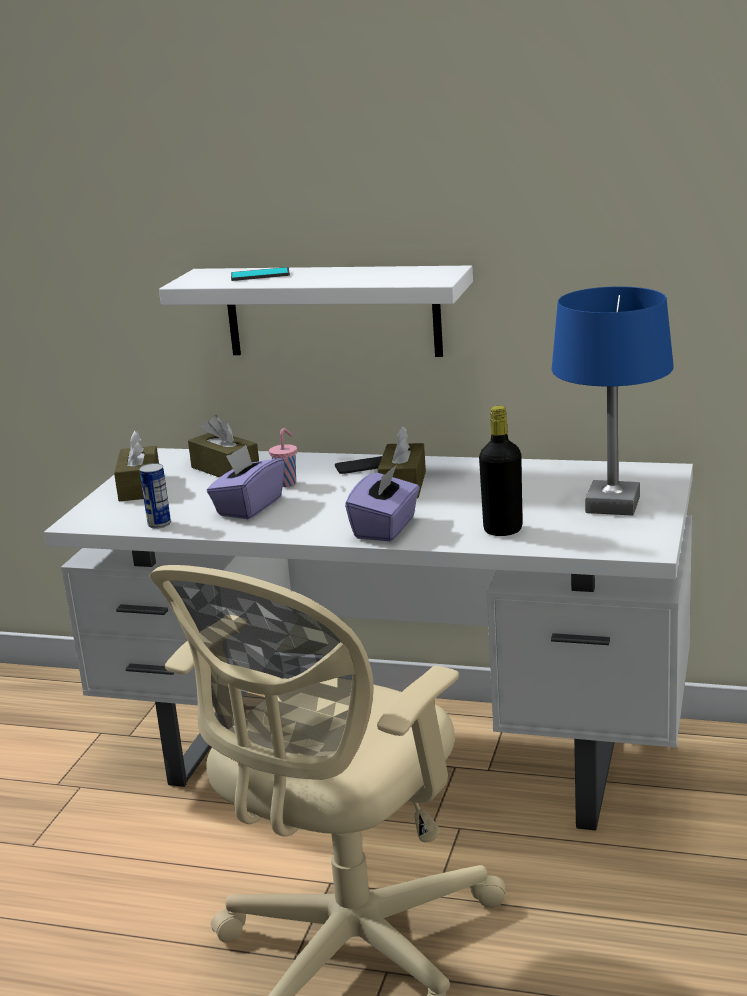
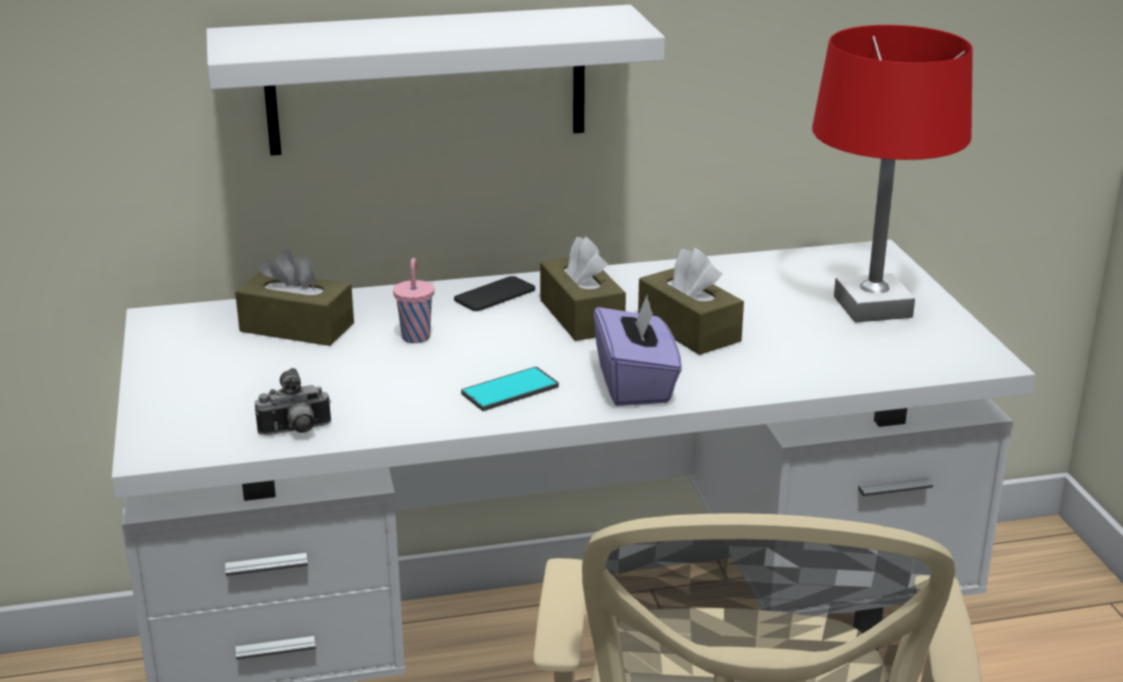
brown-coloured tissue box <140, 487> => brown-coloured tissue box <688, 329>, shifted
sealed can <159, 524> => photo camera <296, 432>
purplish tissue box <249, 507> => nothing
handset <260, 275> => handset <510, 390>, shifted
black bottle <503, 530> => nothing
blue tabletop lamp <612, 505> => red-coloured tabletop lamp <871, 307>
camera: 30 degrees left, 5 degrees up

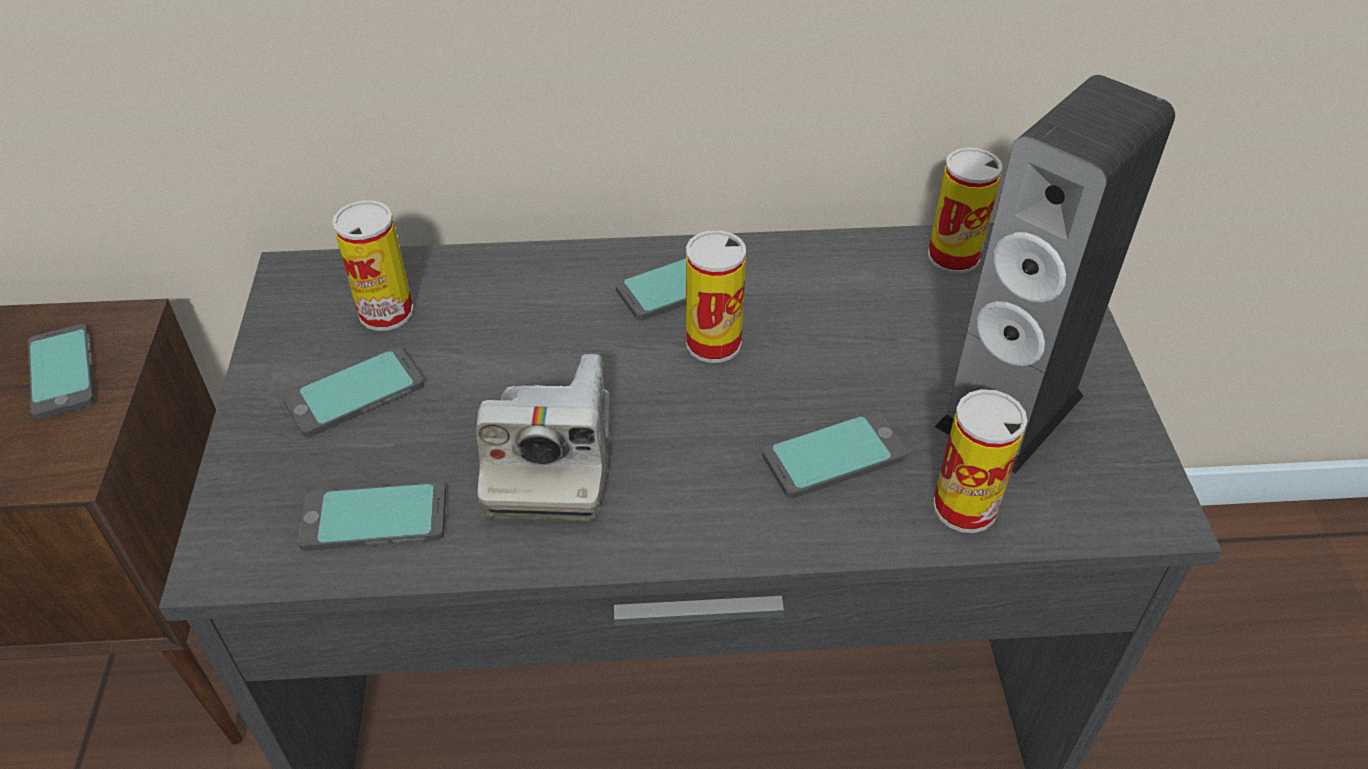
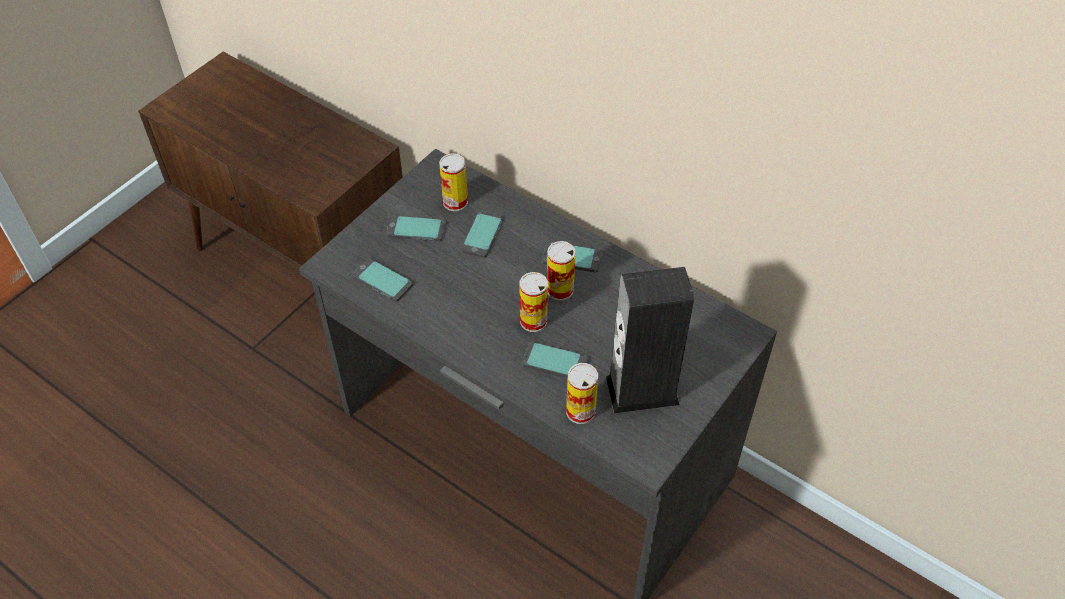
handset <63, 372> => handset <482, 235>, shifted
photo camera <550, 461> => nothing
sealed can <953, 256> => sealed can <533, 321>, shifted
camera: 40 degrees right, 5 degrees up

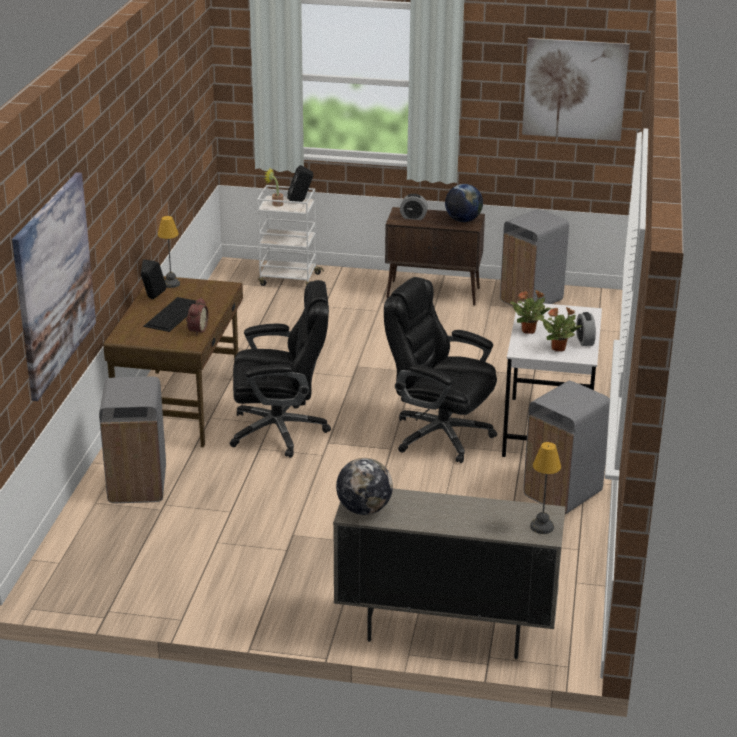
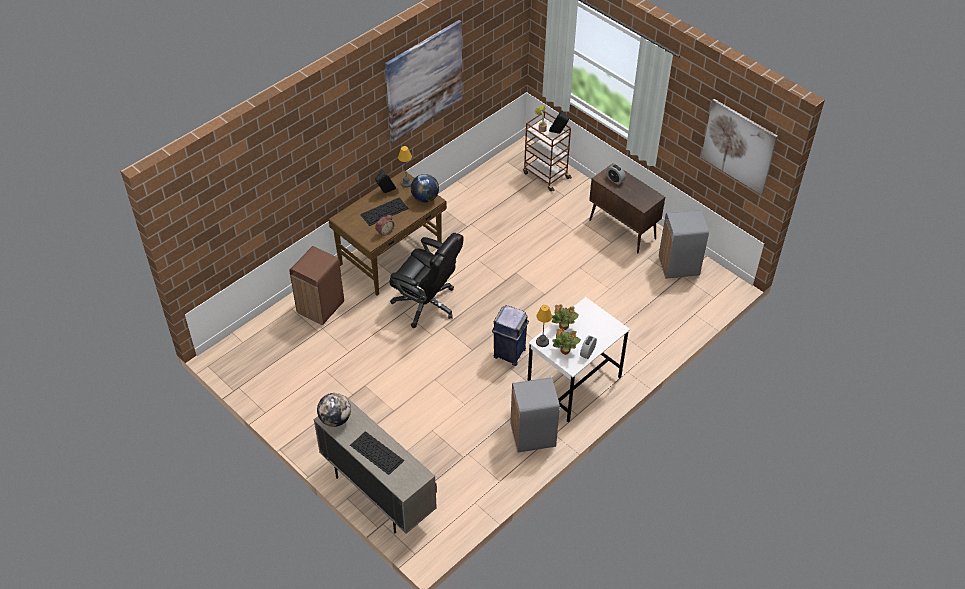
wall picture <54, 284> => wall picture <424, 81>, shifted
greyish waste bin <138, 486> => brown-coloured waste bin <321, 307>
whitish cart <289, 279> => brown-coloured cart <545, 175>
black computer chair <439, 435> => blue waste bin <509, 353>
globe <463, 220> => globe <425, 198>, shifted
tabletop lamp <541, 527> => tabletop lamp <542, 342>, shifted
nothing => computer keyboard <376, 452>
camera: 35 degrees right, 20 degrees up

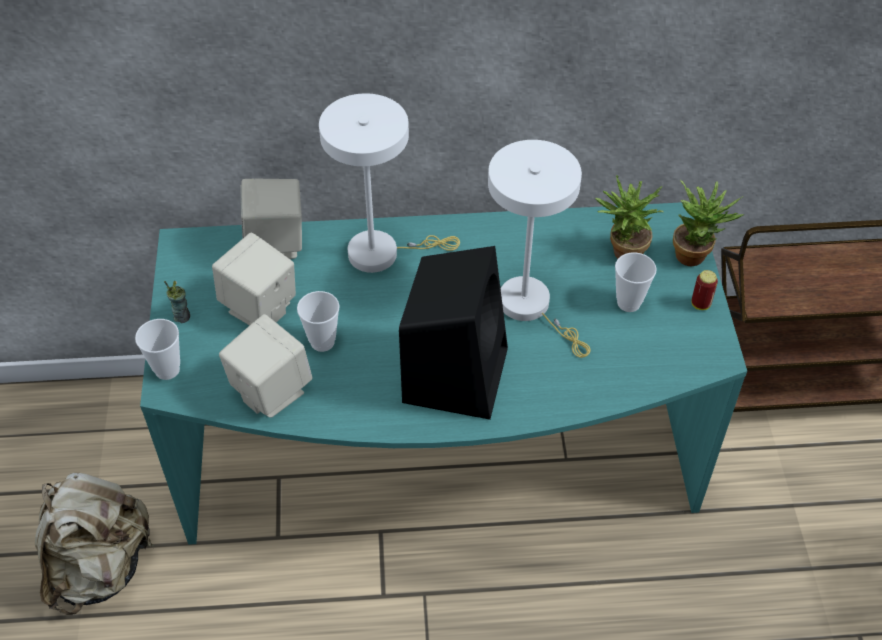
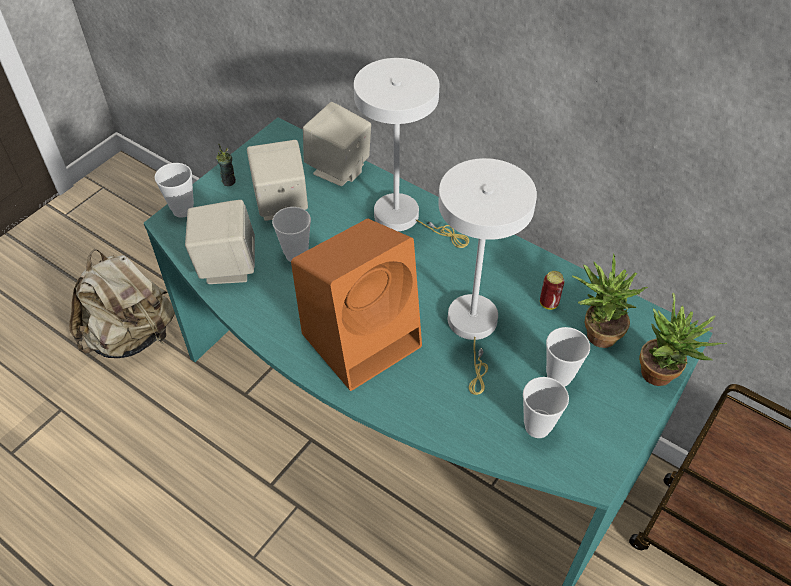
black loudspeaker <455, 372> => orange loudspeaker <363, 338>
sealed can <700, 304> => sealed can <548, 303>, shifted
nothing => cup <537, 427>
camera: 40 degrees right, 0 degrees up

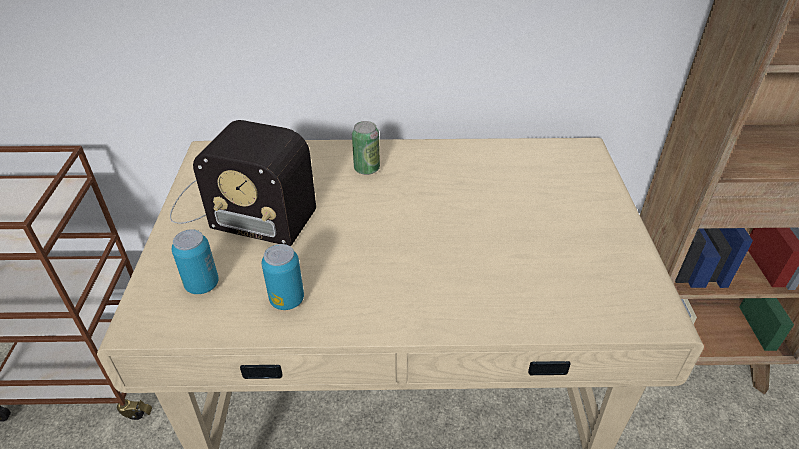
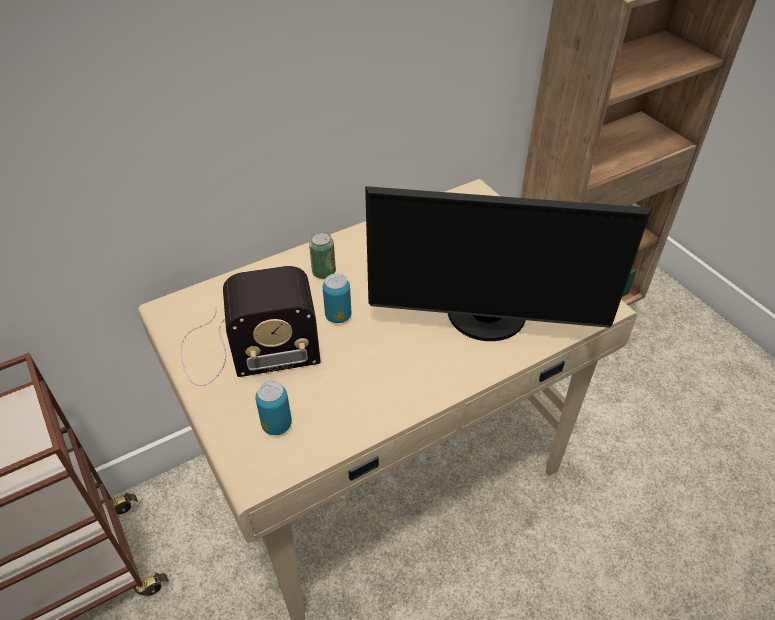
sealed can <287, 300> => sealed can <338, 316>, shifted
nothing => computer screen <486, 318>
camera: 30 degrees left, 5 degrees up

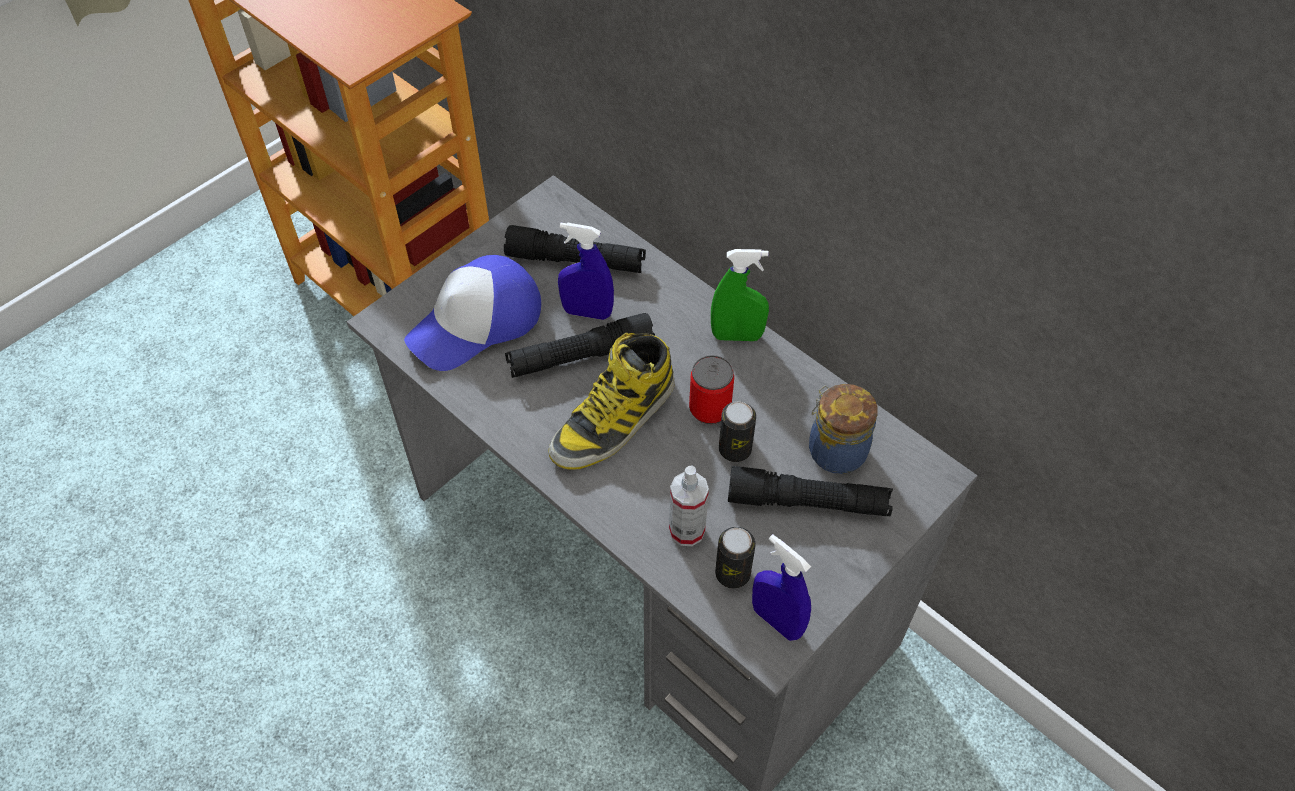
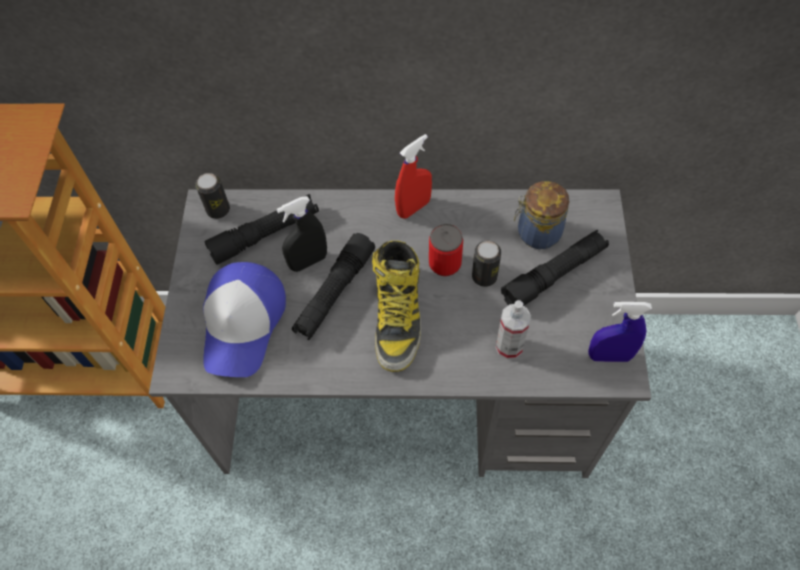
blue spray bottle <587, 312> => black spray bottle <308, 261>
green spray bottle <737, 336> => red-coloured spray bottle <413, 208>
sealed can <732, 573> => sealed can <218, 210>, shifted
camera: 40 degrees left, 5 degrees up

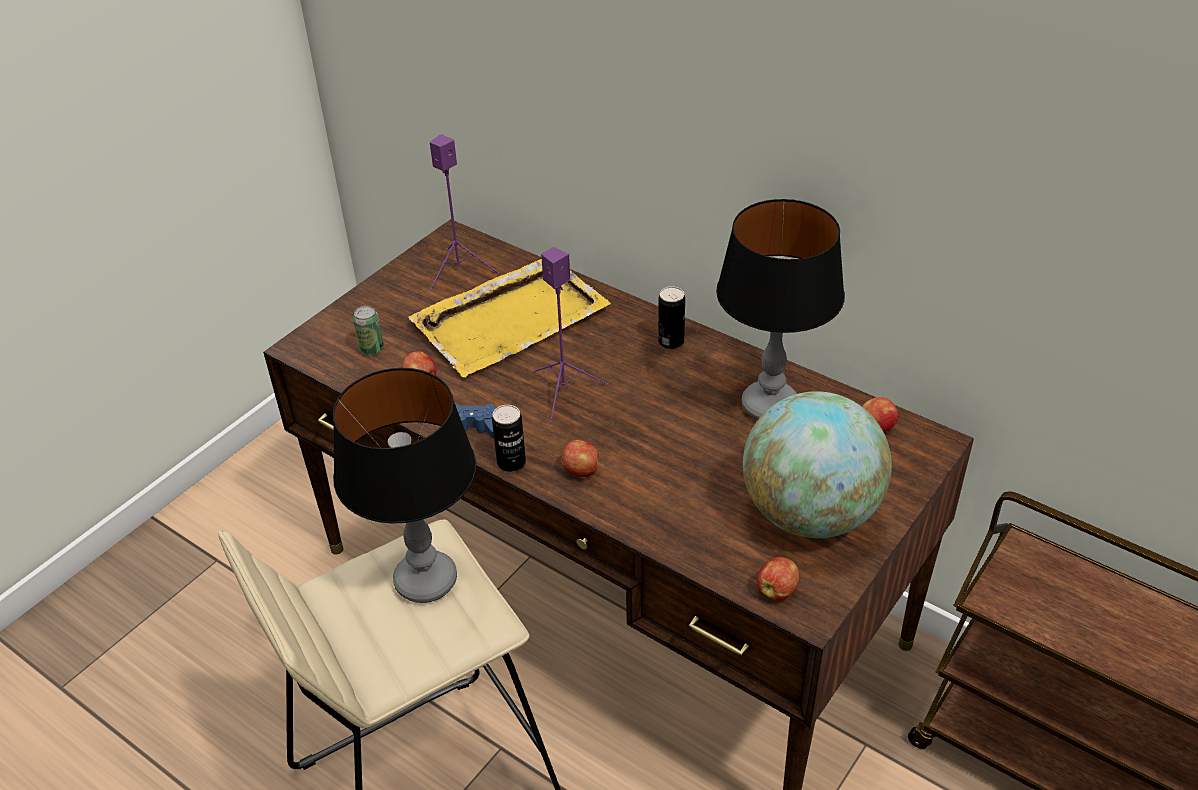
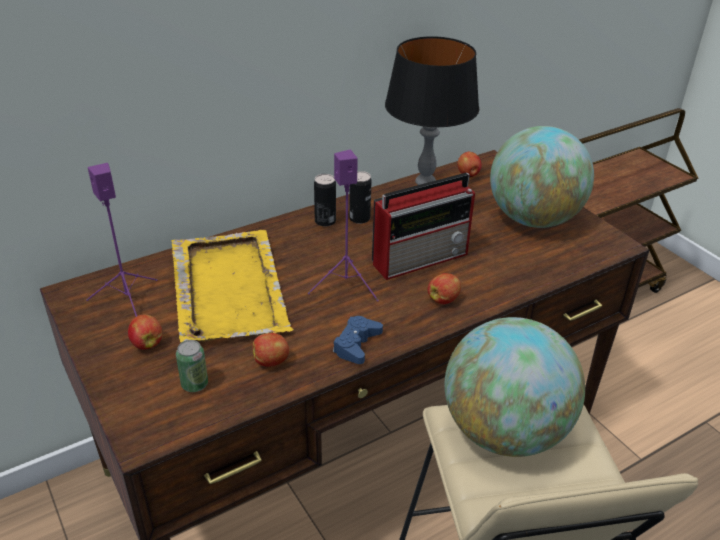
tabletop lamp <425, 581> => globe <504, 432>
sealed can <511, 462> => sealed can <359, 218>, shifted
whole apple <777, 590> => whole apple <147, 343>, shifted
nothing => radio <421, 258>
camera: 70 degrees left, 5 degrees down

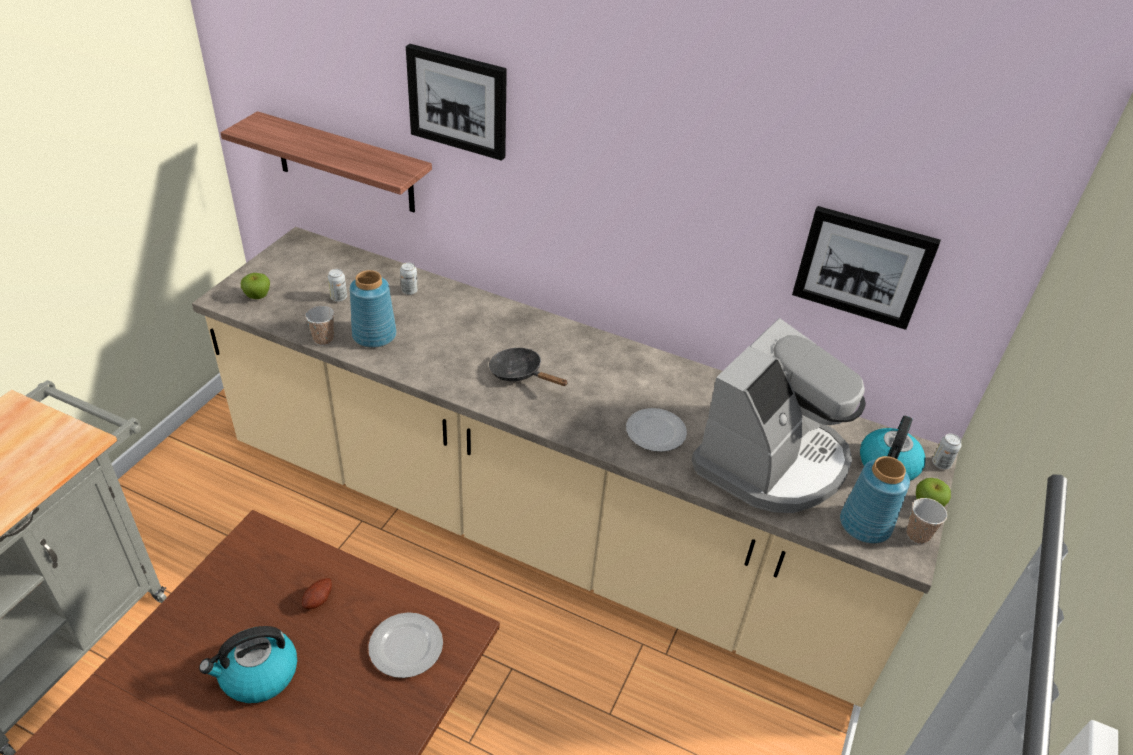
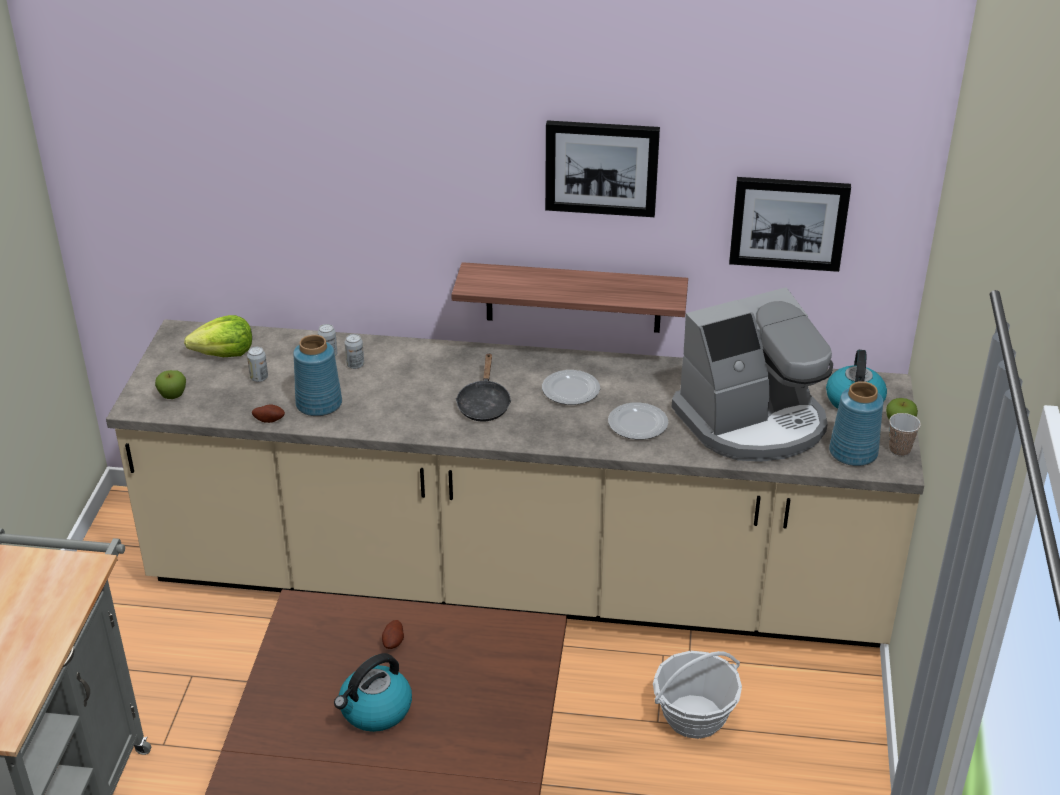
bracket shelf <344, 163> => bracket shelf <573, 297>, shifted
cup <323, 339> => potato <269, 420>
plate <407, 647> => plate <571, 390>, shifted
wall picture <458, 101> => wall picture <601, 167>, shifted
black frying pan <520, 373> => black frying pan <484, 404>, 105 degrees counterclockwise
coffee brewer <772, 461> => coffee brewer <753, 422>, 45 degrees clockwise
sealed can <941, 464> => sealed can <355, 365>, shifted
nothing => lettuce head <224, 353>
nothing => basket <694, 716>
camera: 15 degrees left, 5 degrees down

